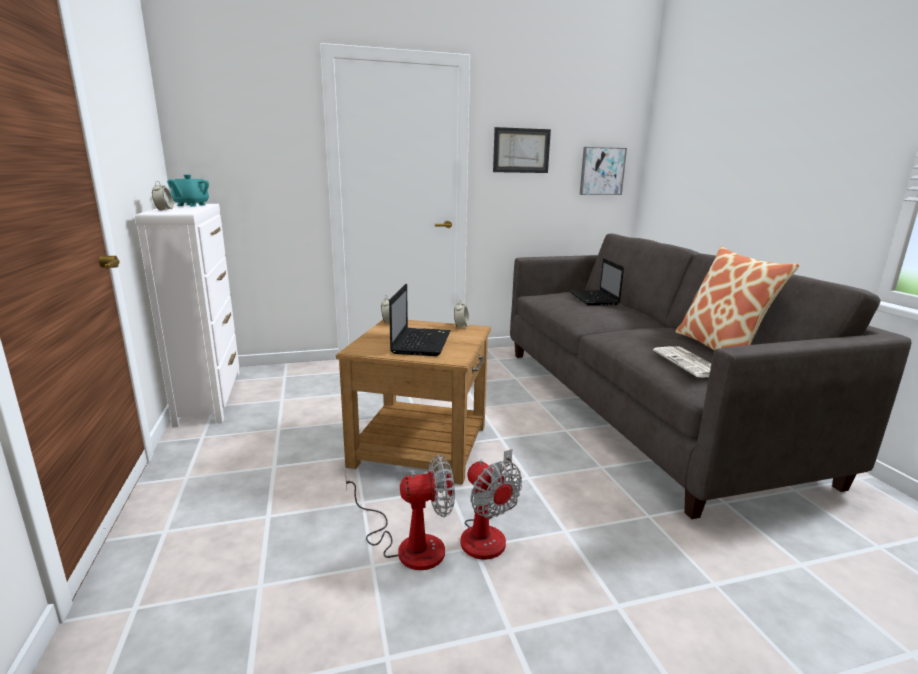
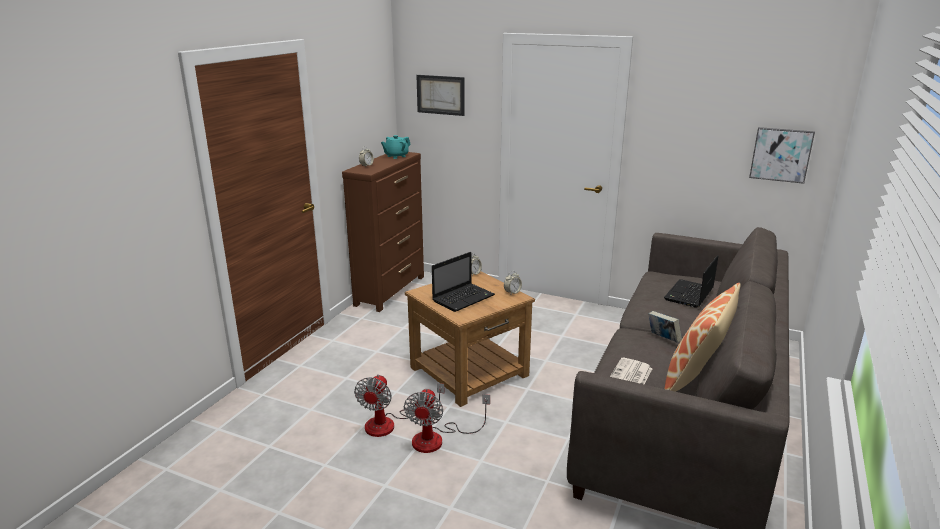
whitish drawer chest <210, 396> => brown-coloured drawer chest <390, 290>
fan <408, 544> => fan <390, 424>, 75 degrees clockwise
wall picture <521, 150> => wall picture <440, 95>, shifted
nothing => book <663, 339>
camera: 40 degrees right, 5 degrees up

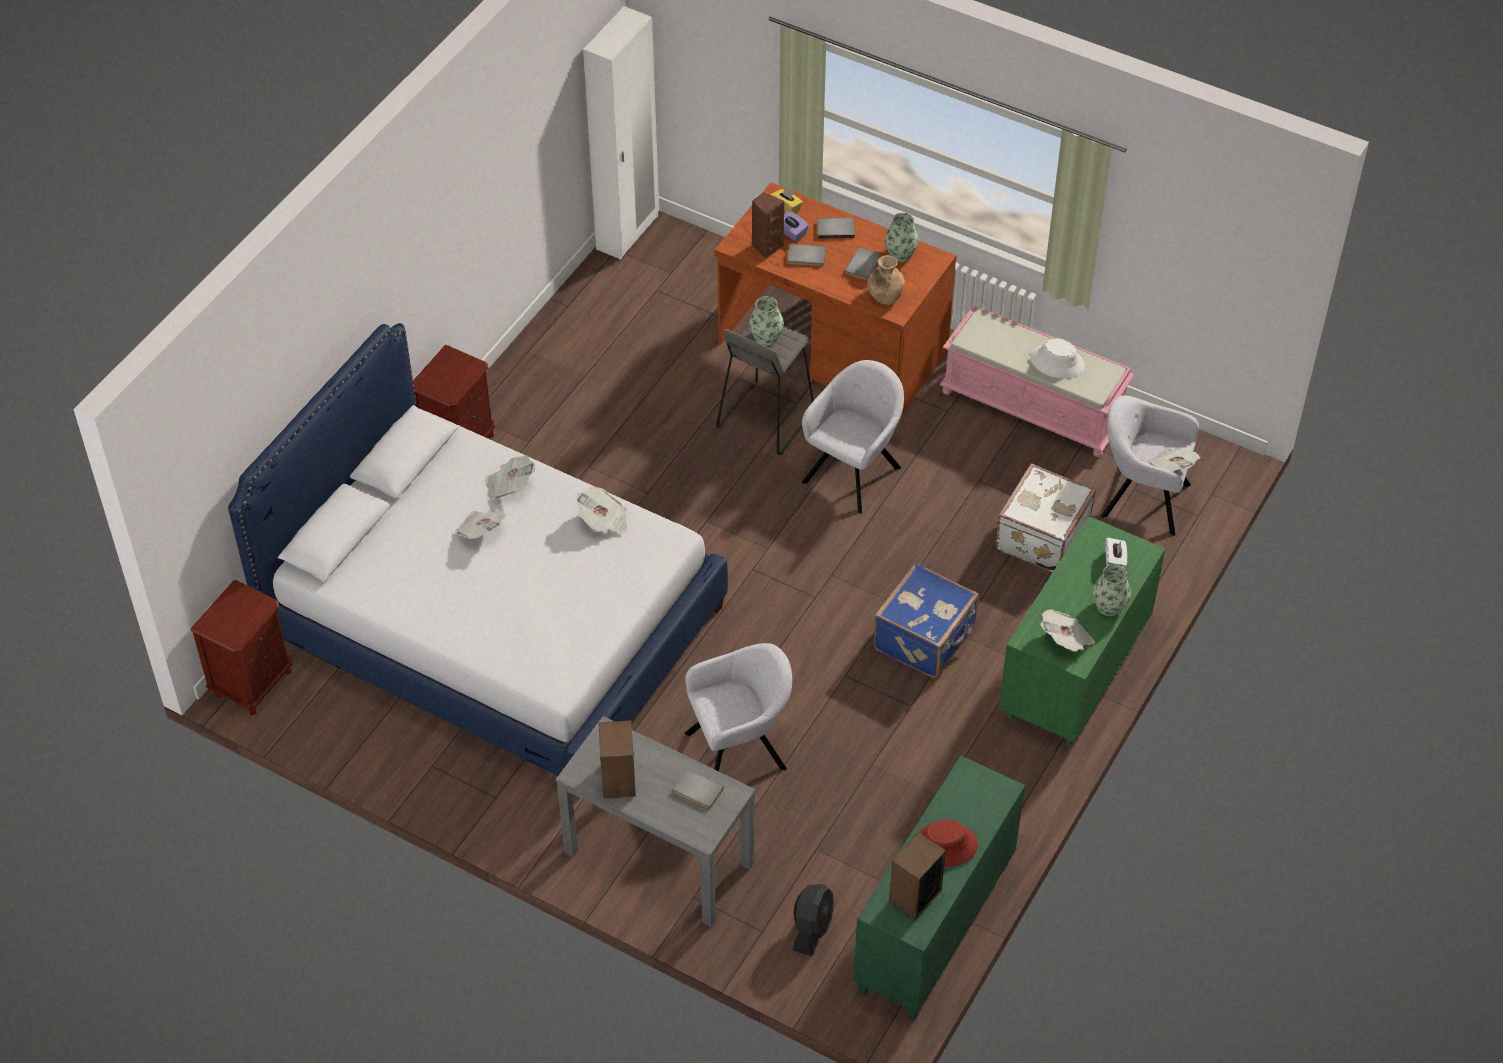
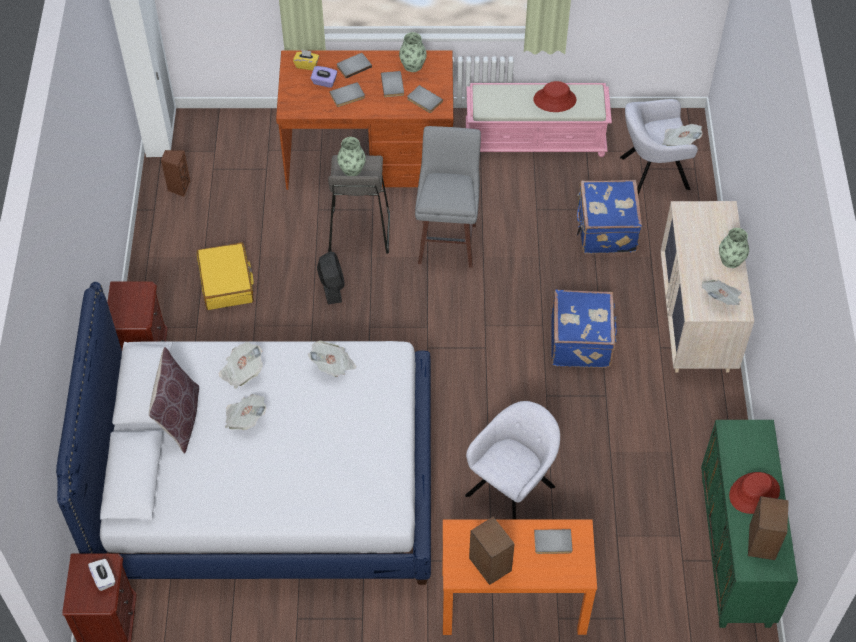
greyish console table <658, 858> => orange console table <512, 602>
brown-coloured loudspeaker <766, 247> => brown-coloured loudspeaker <179, 187>, shifted
black fan <812, 928> => black fan <331, 286>, shifted
greyish easy chair <854, 472> => greyish stool seat <448, 242>
brown-coloured vase <885, 295> => greyish book <424, 101>
whitish travel case <1040, 537> => blue travel case <605, 231>
green drawer chest <1073, 675> => beige-coloured drawer chest <696, 319>
whitish wearable hat <1057, 362> => red-coloured wearable hat <554, 100>
whitish tissue box <1114, 561> => whitish tissue box <104, 578>, shifted
nothing => brown-coloured cushion <179, 418>
nothing => yellow-coloured travel case <227, 282>
camera: 30 degrees left, 5 degrees up

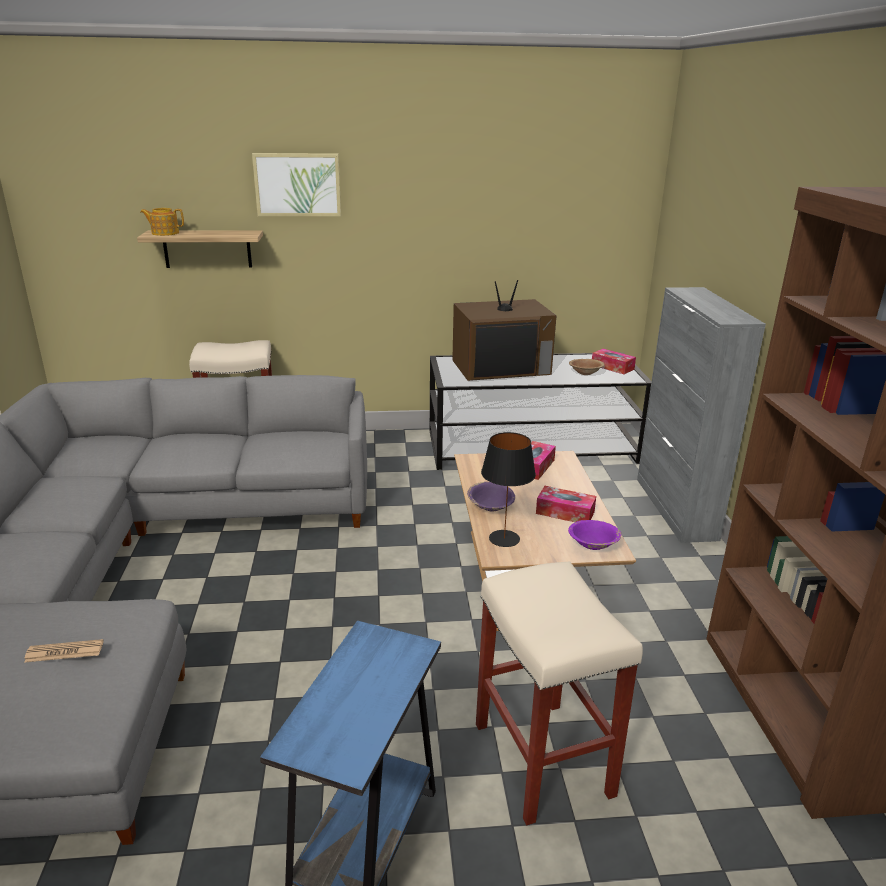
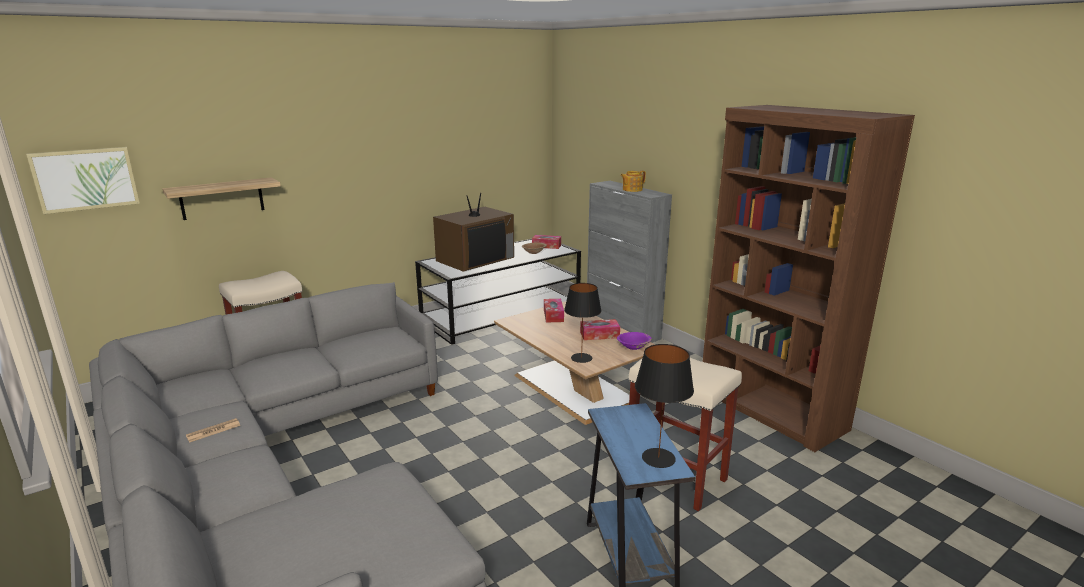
daily paper <64, 652> => daily paper <213, 431>, shifted
teapot <164, 233> => teapot <631, 189>, shifted
wall picture <297, 185> => wall picture <85, 179>, shifted
purplish serving bowl <490, 506> => nothing
nothing => black tabletop lamp <658, 457>
camera: 30 degrees left, 5 degrees down

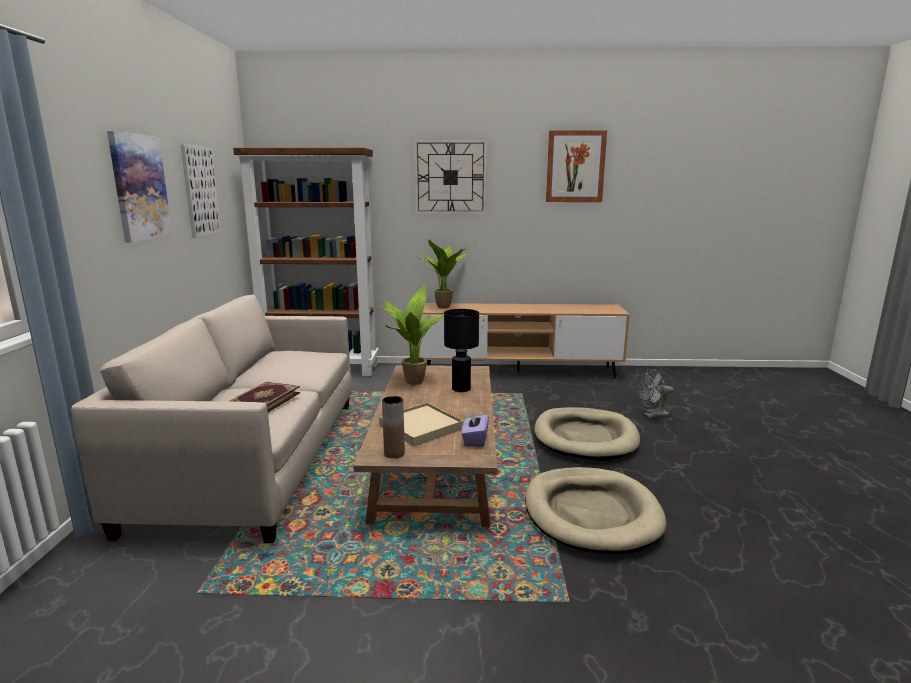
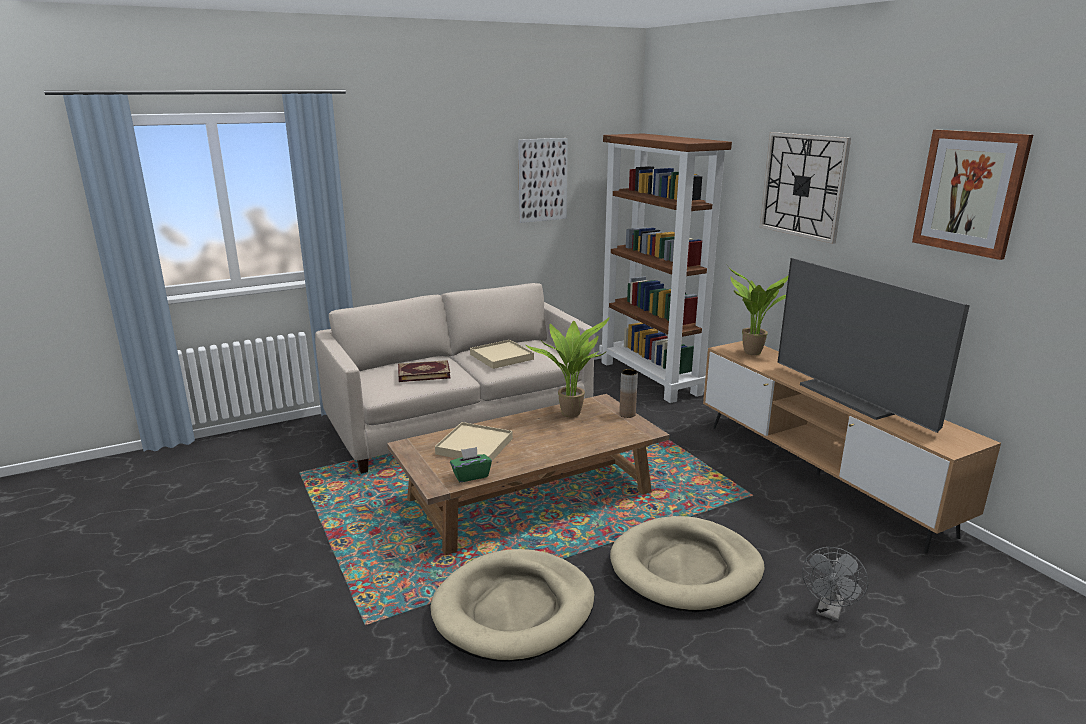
wall picture <139, 187> => nothing
brown-coloured vase <394, 453> => brown-coloured vase <627, 414>, shifted
black tabletop lamp <461, 389> => nothing
purplish tissue box <475, 440> => green tissue box <471, 475>
greyish fan <652, 415> => greyish fan <829, 611>, 105 degrees counterclockwise
nothing => beige-coloured carrying tray <501, 357>
nothing => television <853, 397>
camera: 60 degrees right, 5 degrees up

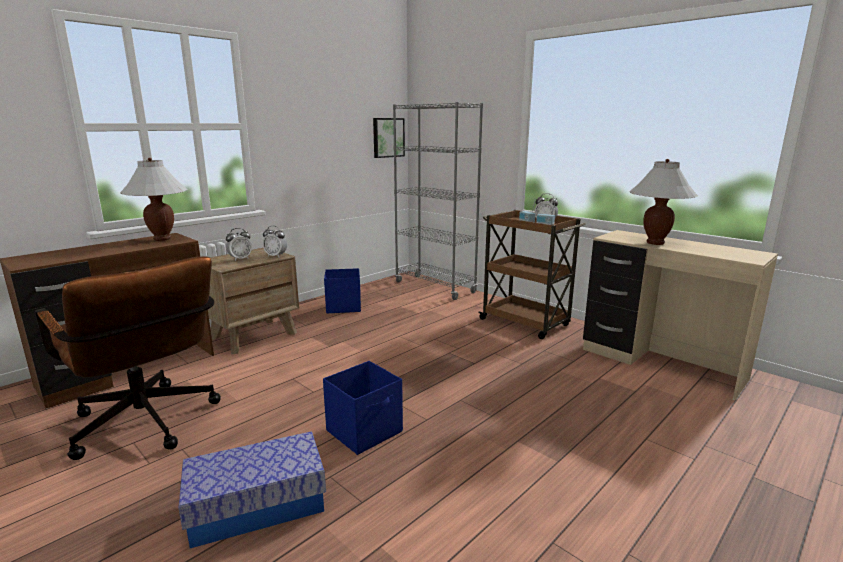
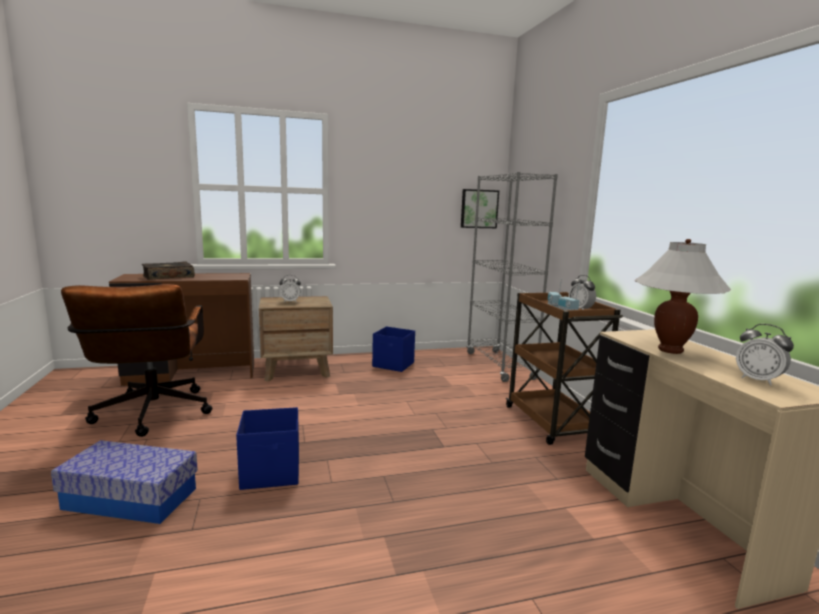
whitish tabletop lamp <162, 239> => nothing
alarm clock <276, 256> => alarm clock <758, 380>, shifted
nothing => book <168, 276>
camera: 30 degrees right, 5 degrees down

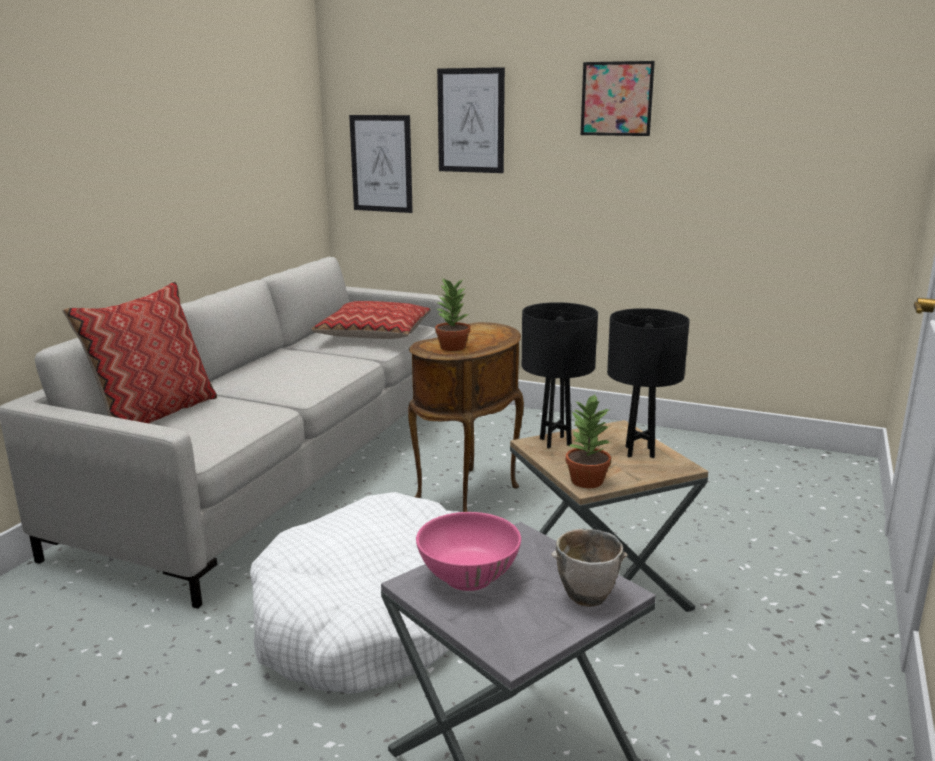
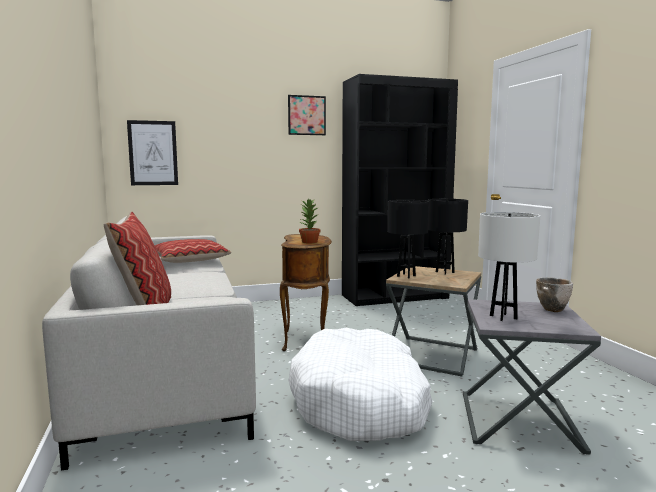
pink-coloured serving bowl <468, 577> => whitish tabletop lamp <503, 317>
wall picture <471, 121> => nothing
houseplant <586, 481> => nothing
nothing => black bookcase <395, 296>
camera: 40 degrees left, 10 degrees down

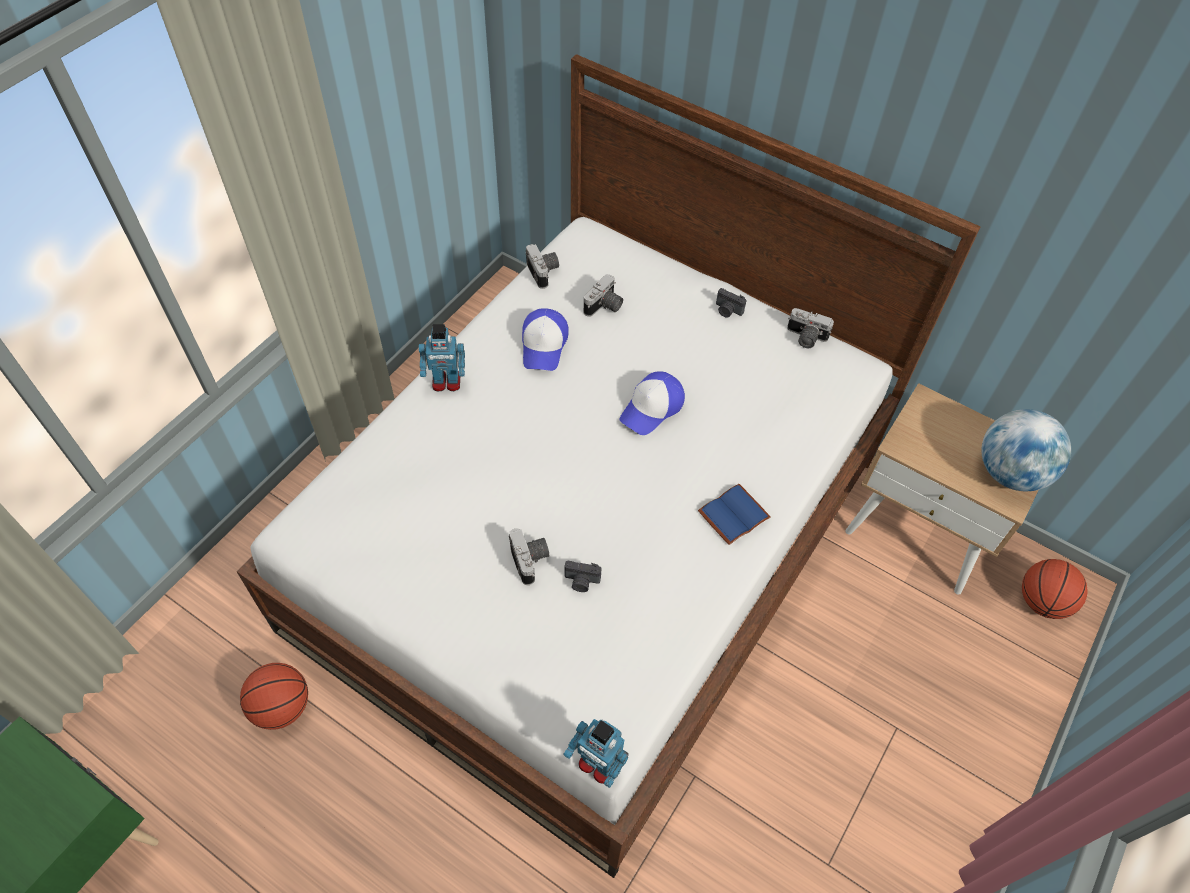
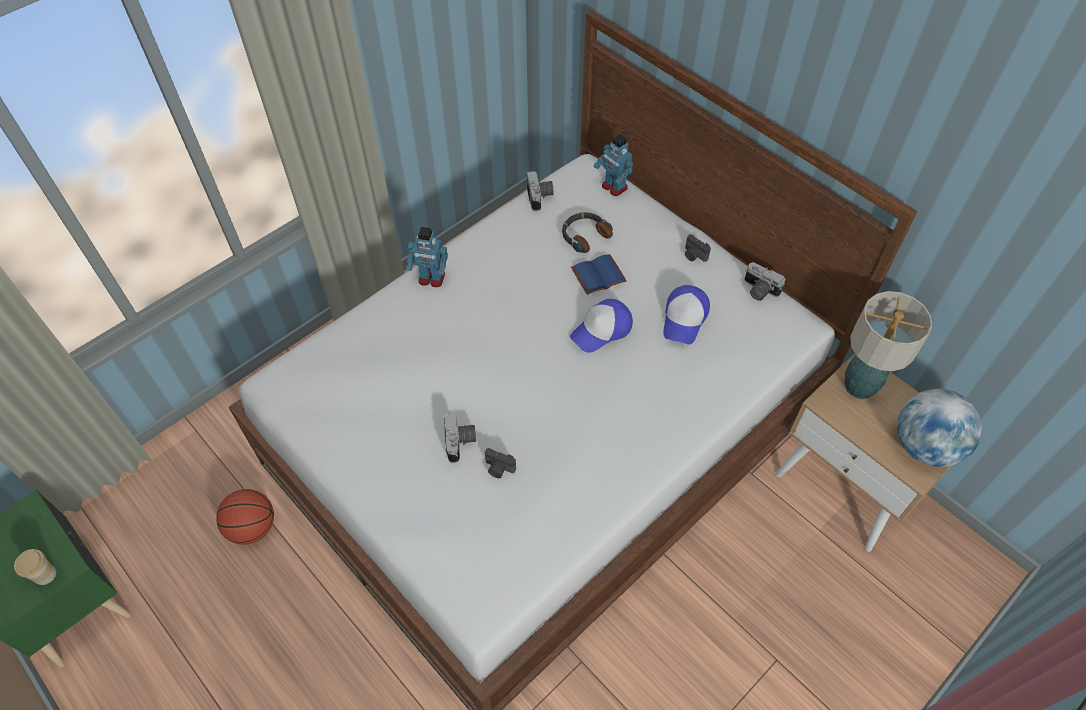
peaked cap <544, 345> => peaked cap <684, 319>, shifted
model robot <598, 764> => model robot <614, 187>, shifted
photo camera <604, 307> => pair of headphones <584, 235>
blue book <733, 513> => blue book <598, 274>, shifted
basketball ball <1042, 602> => nothing
nothing => cup <45, 575>
nothing => tabletop lamp <858, 386>
camera: 15 degrees right, 0 degrees up

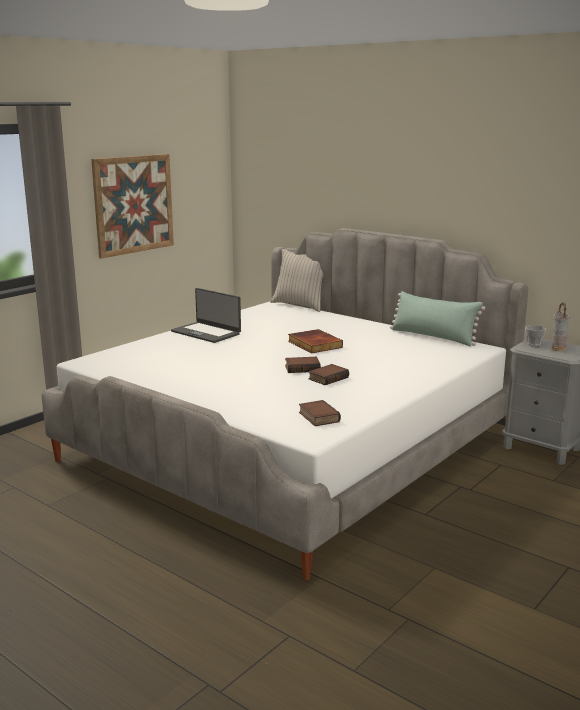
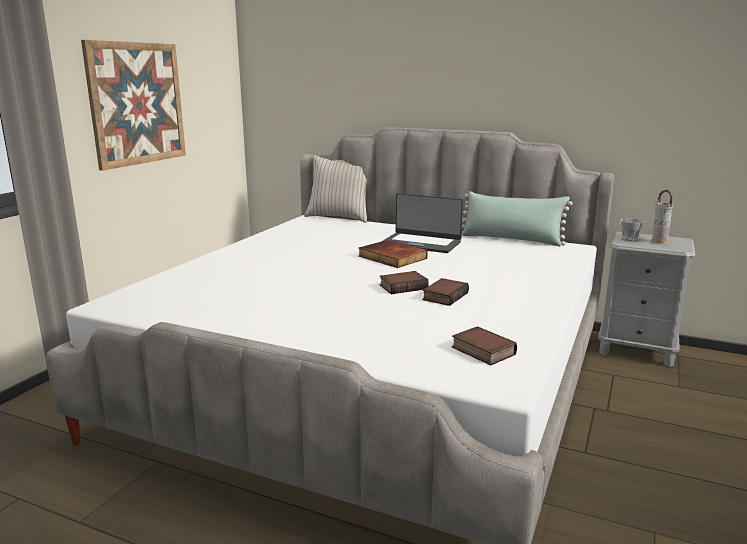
portable computer <206, 332> => portable computer <421, 243>, shifted
camera: 15 degrees left, 0 degrees up

